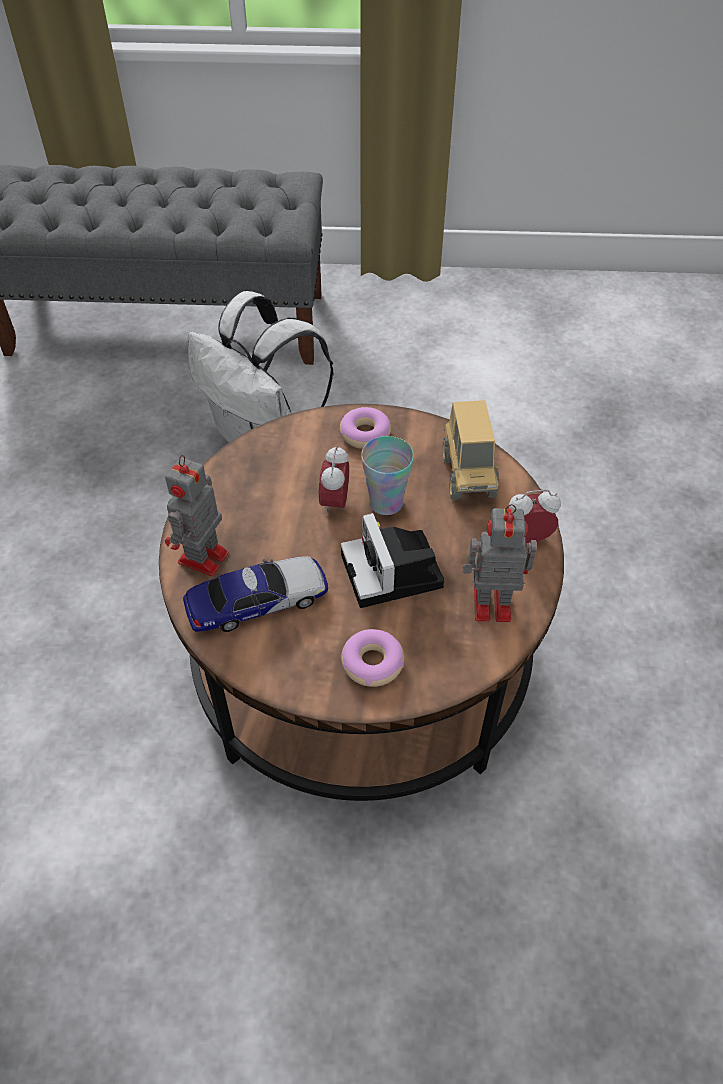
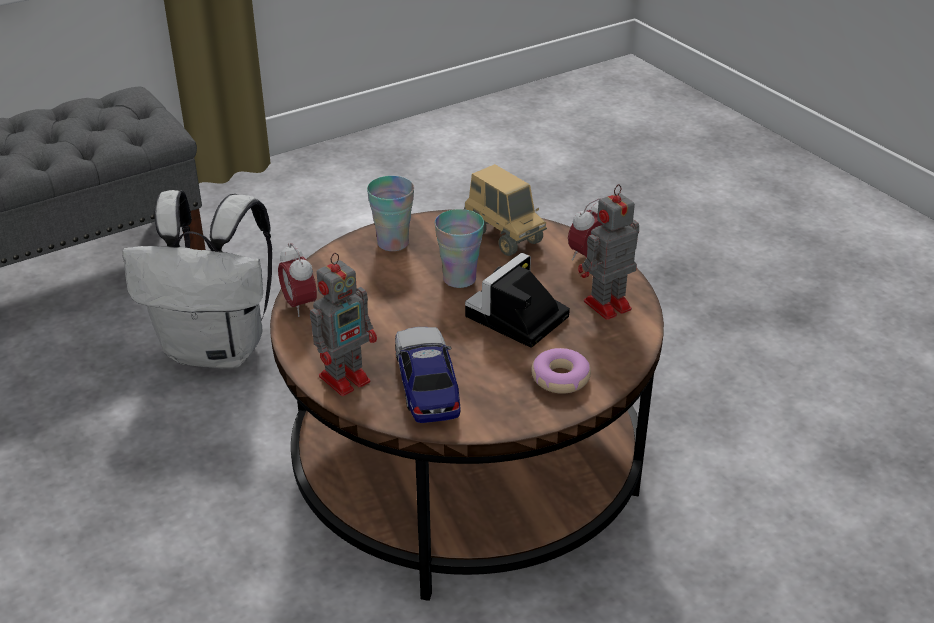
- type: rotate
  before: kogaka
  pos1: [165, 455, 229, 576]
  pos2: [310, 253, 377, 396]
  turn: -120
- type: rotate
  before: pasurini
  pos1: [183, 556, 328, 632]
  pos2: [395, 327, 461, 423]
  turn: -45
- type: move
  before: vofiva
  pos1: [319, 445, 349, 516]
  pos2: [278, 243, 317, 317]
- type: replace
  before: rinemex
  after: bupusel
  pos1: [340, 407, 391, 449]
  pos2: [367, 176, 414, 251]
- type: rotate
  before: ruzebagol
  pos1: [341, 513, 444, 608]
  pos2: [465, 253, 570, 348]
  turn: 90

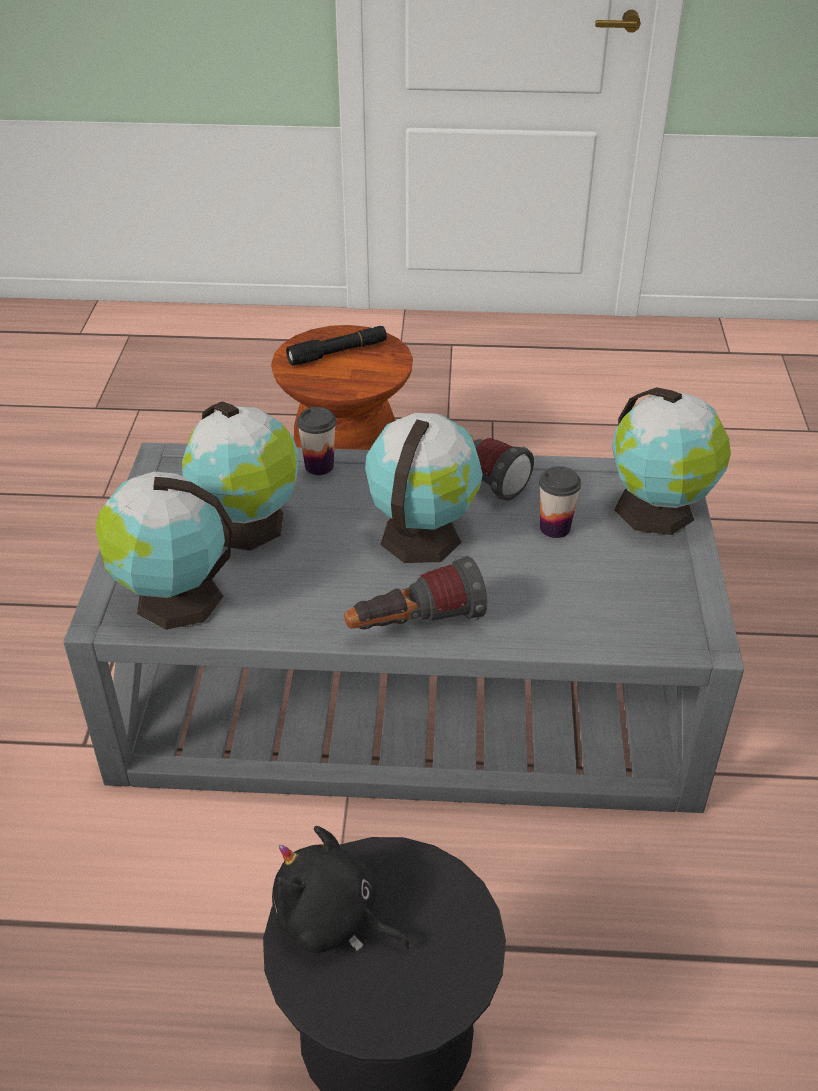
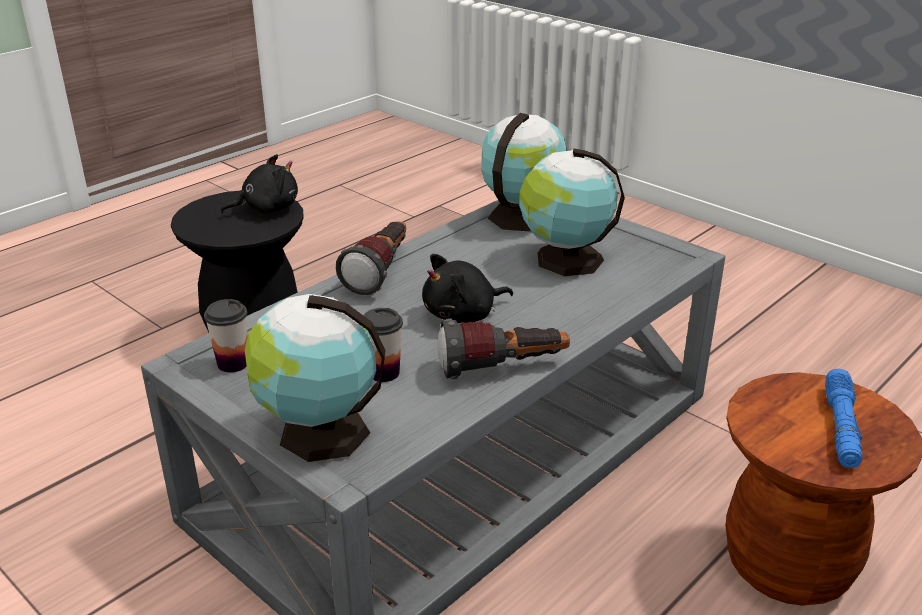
- type: recolor
  before: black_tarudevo
  after: blue_tarudevo
  pos1: [286, 326, 387, 365]
  pos2: [825, 369, 863, 468]
- type: move
  before: bupusel
  pos1: [297, 407, 336, 475]
  pos2: [204, 299, 248, 373]
- type: replace
  before: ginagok
  after: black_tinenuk
  pos1: [365, 413, 483, 563]
  pos2: [422, 254, 513, 323]

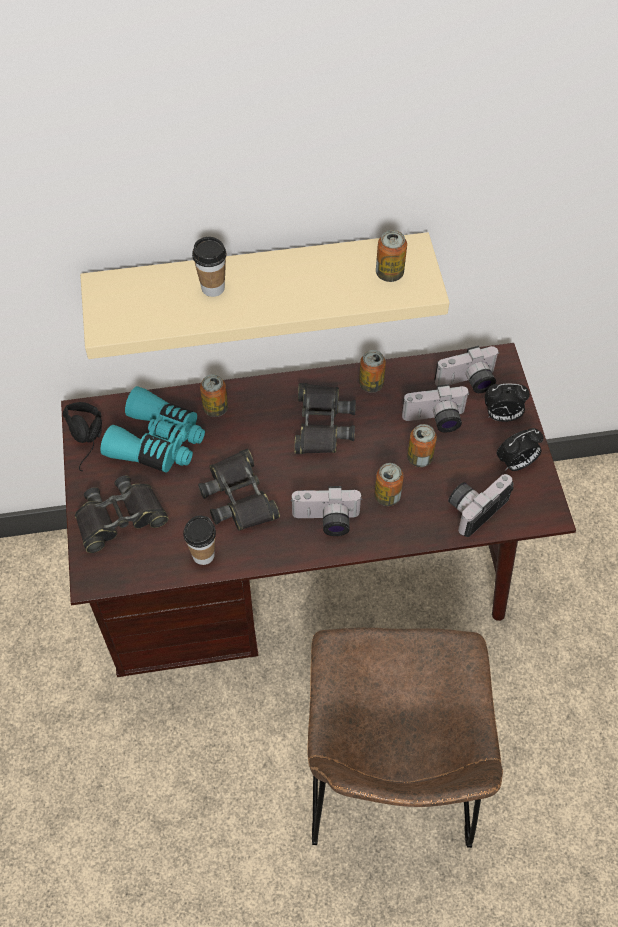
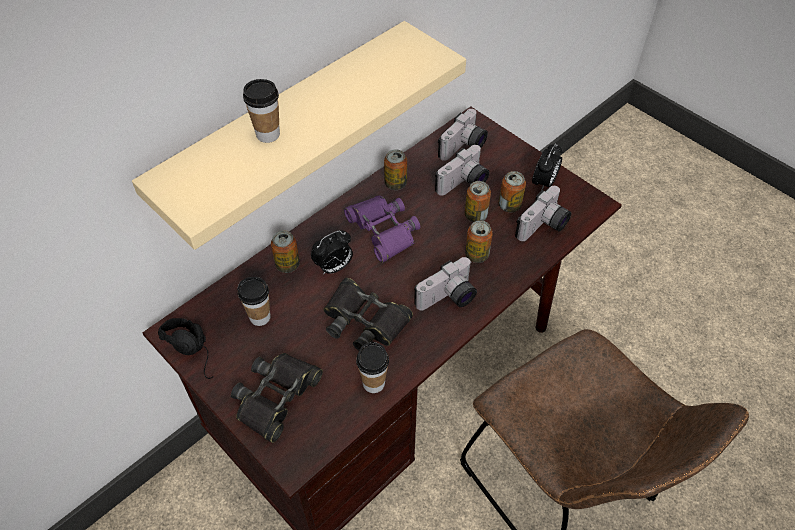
- type: replace
  before: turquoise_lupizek
  after: bupusel
  pos1: [100, 386, 205, 473]
  pos2: [237, 277, 271, 326]
- type: recolor
  before: black_lupizek
  after: purple_lupizek
  pos1: [294, 383, 356, 454]
  pos2: [344, 195, 420, 263]
- type: move
  before: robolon
  pos1: [376, 230, 407, 282]
  pos2: [499, 171, 526, 213]
- type: rotate
  before: ruzebagol
  pos1: [448, 474, 514, 537]
  pos2: [515, 186, 571, 241]
  turn: -150
- type: move
  before: vofiva
  pos1: [485, 383, 530, 422]
  pos2: [311, 230, 353, 275]

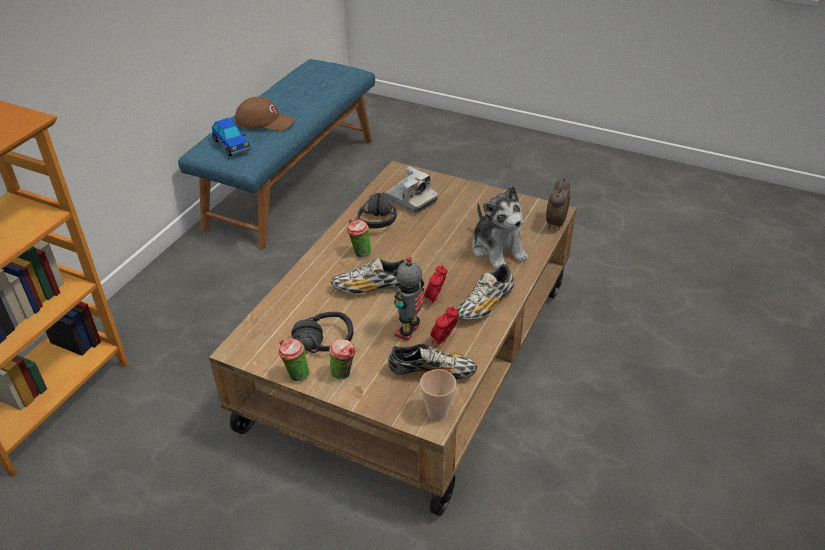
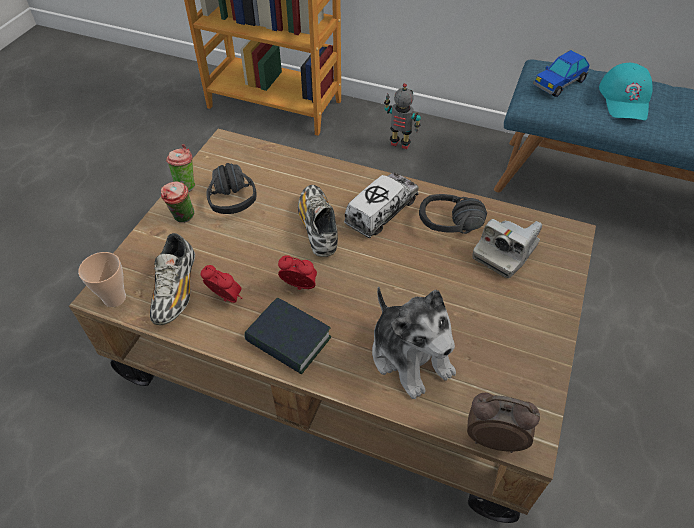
- type: recolor
  before: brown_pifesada
  after: turquoise_pifesada
  pos1: [235, 97, 295, 131]
  pos2: [599, 63, 653, 121]
- type: replace
  before: bupusel
  after: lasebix
  pos1: [347, 219, 371, 257]
  pos2: [344, 172, 419, 238]
- type: move
  before: kogaka
  pos1: [394, 256, 424, 341]
  pos2: [384, 83, 421, 149]
- type: replace
  before: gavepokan
  after: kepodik
  pos1: [456, 264, 514, 320]
  pos2: [244, 298, 331, 374]
- type: rotate
  before: tinenuk
  pos1: [472, 186, 528, 269]
  pos2: [372, 287, 456, 399]
  turn: -90

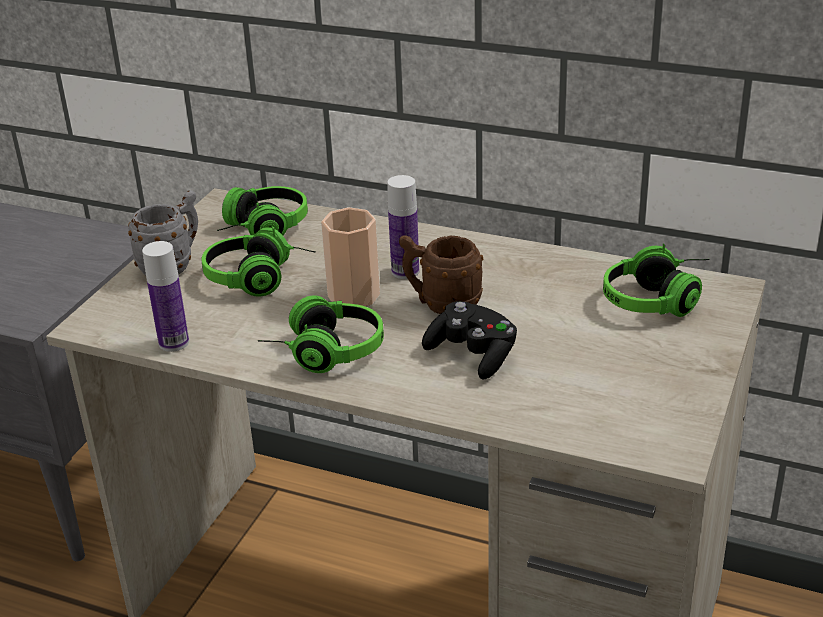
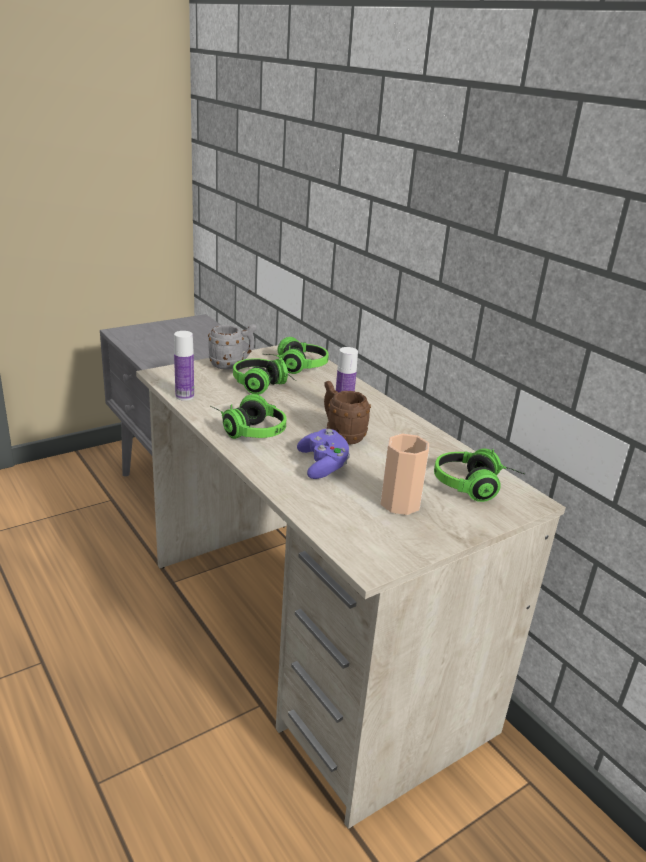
- type: move
  before: bupusel
  pos1: [321, 207, 380, 306]
  pos2: [380, 433, 429, 515]
- type: recolor
  before: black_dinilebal
  after: purple_dinilebal
  pos1: [422, 301, 517, 380]
  pos2: [297, 429, 350, 479]

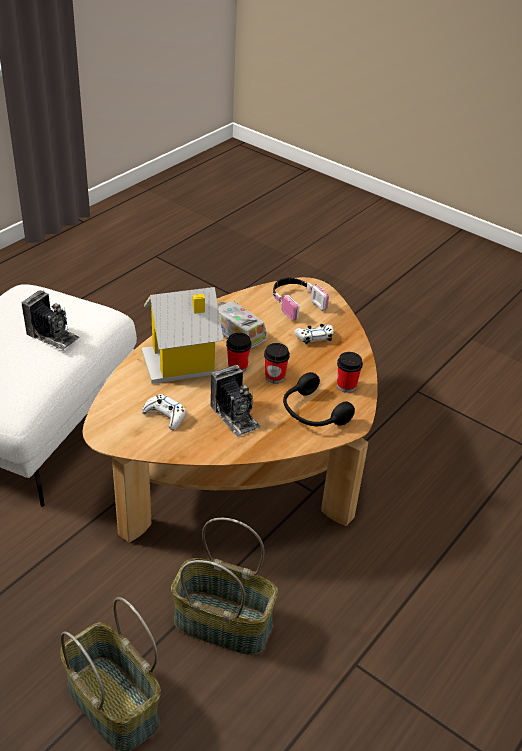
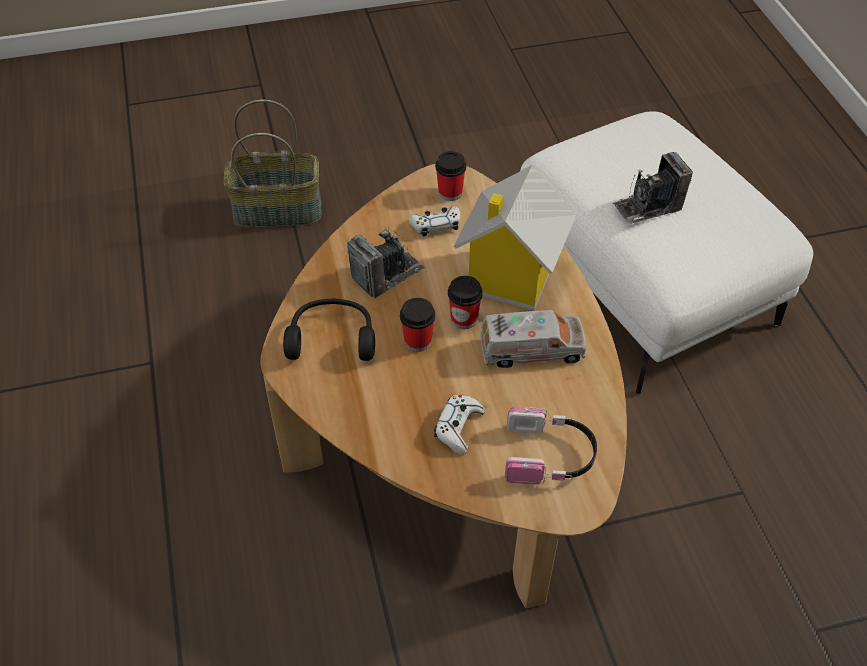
- type: delete
  before: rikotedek
  pos1: [171, 518, 278, 655]
- type: rotate
  before: ruzebagol
  pos1: [210, 365, 261, 437]
  pos2: [347, 228, 425, 298]
  turn: 135
- type: move
  before: bupusel
  pos1: [337, 352, 363, 393]
  pos2: [435, 151, 466, 201]

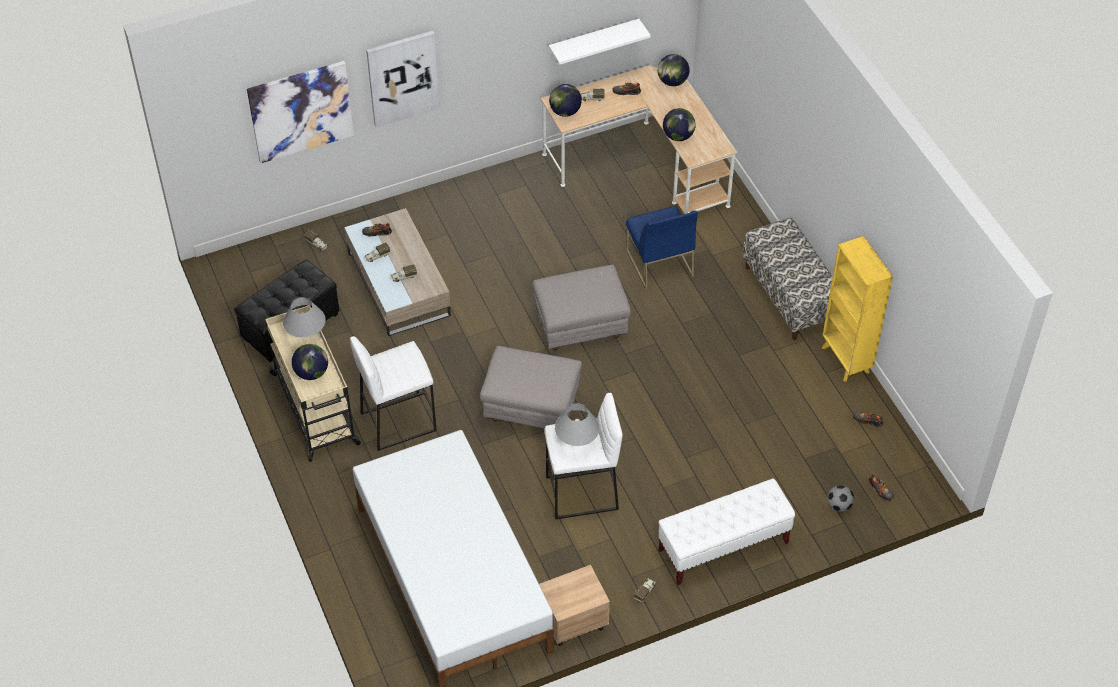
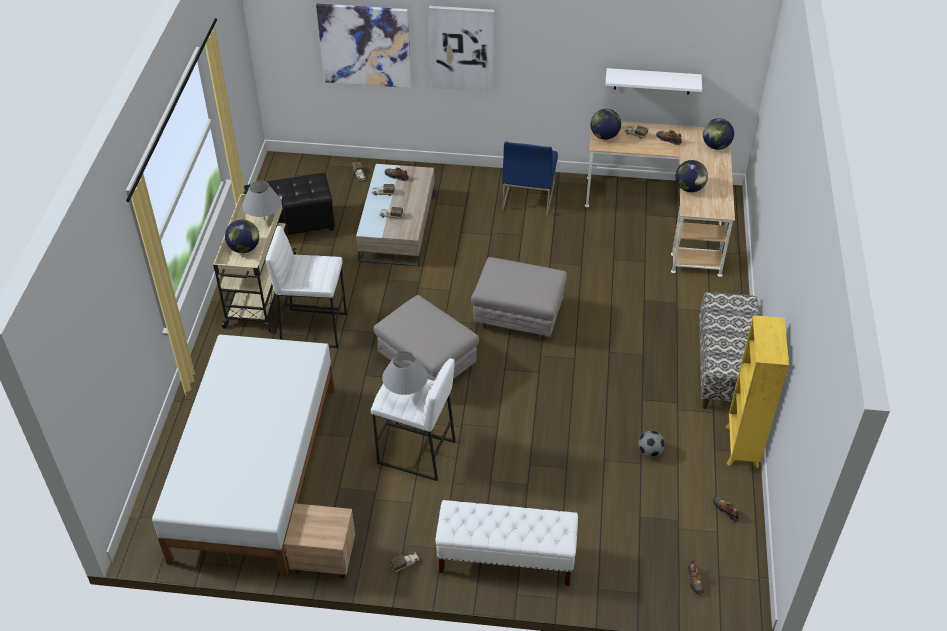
- type: move
  before: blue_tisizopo
  pos1: [626, 206, 698, 290]
  pos2: [502, 142, 558, 216]
- type: move
  before: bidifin
  pos1: [827, 485, 854, 512]
  pos2: [638, 431, 665, 457]

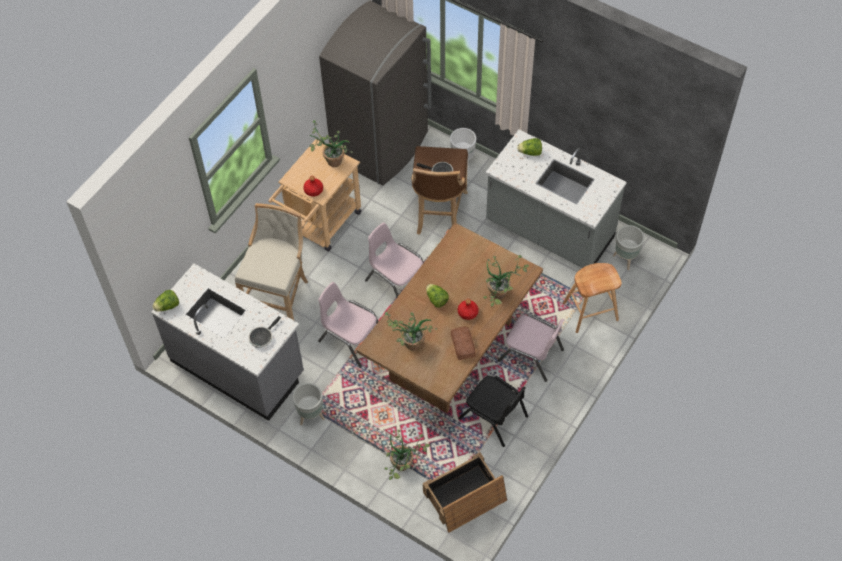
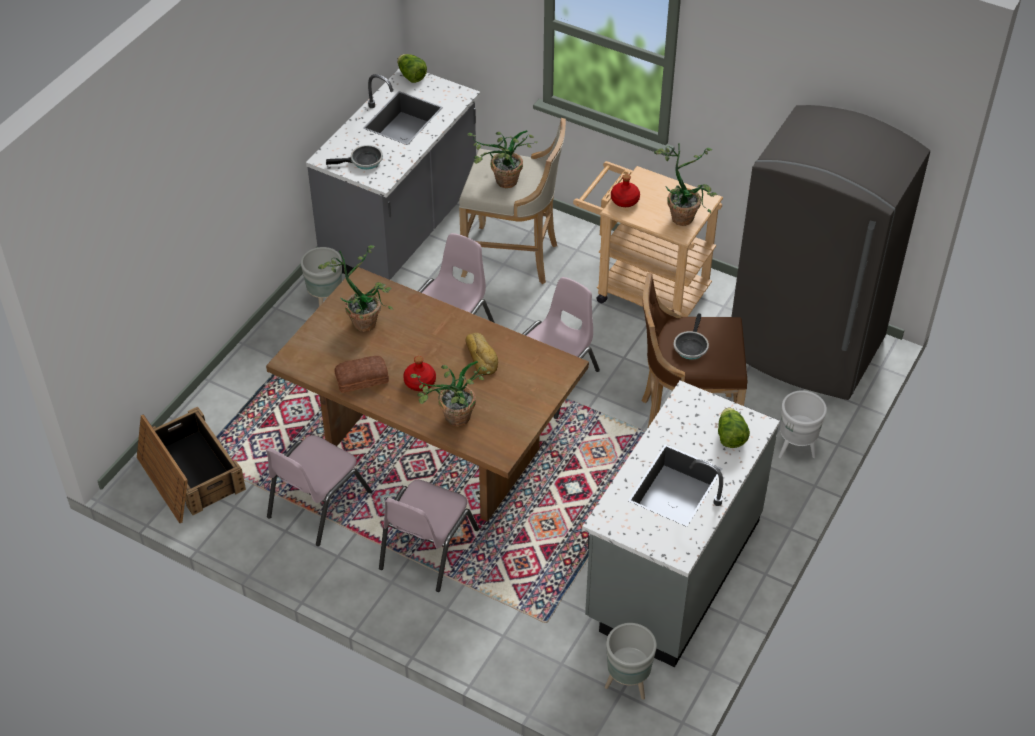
- type: rotate
  before: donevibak
  pos1: [248, 316, 281, 348]
  pos2: [326, 145, 383, 170]
  turn: 135
- type: move
  before: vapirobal
  pos1: [384, 430, 430, 480]
  pos2: [467, 130, 537, 188]
- type: delete
  before: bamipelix
  pos1: [426, 284, 449, 308]
- type: recolor
  before: black_tisizopo
  after: pink_tisizopo
  pos1: [458, 376, 528, 447]
  pos2: [266, 435, 372, 546]
- type: delete
  before: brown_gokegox
  pos1: [563, 263, 622, 333]
- type: insert
  after: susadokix
  pos2: [466, 333, 498, 375]

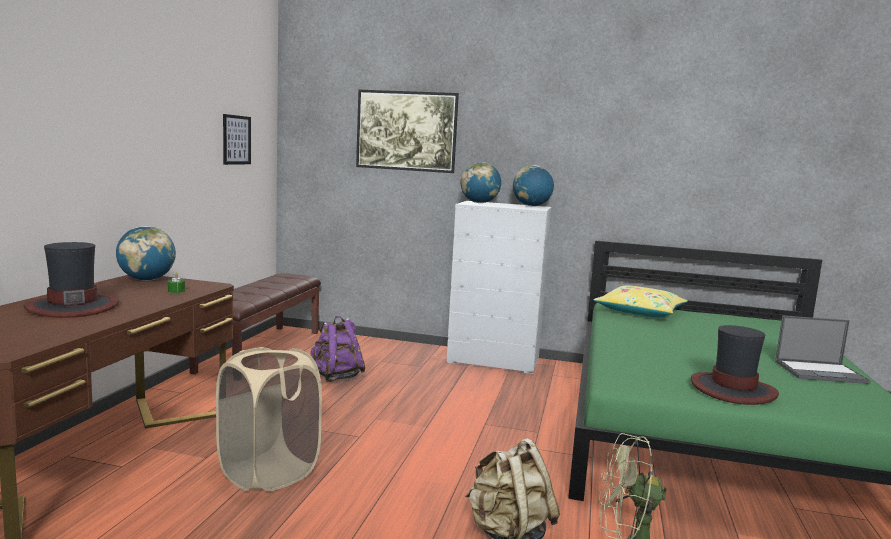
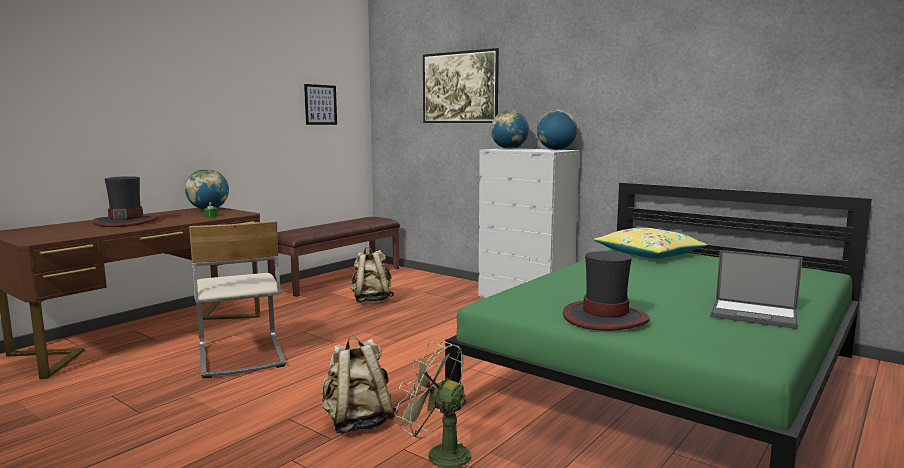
- type: replace
  before: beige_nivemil
  after: beige_tisizopo
  pos1: [216, 347, 322, 491]
  pos2: [189, 221, 286, 378]
- type: recolor
  before: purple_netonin
  after: beige_netonin
  pos1: [310, 316, 366, 382]
  pos2: [351, 247, 394, 303]

